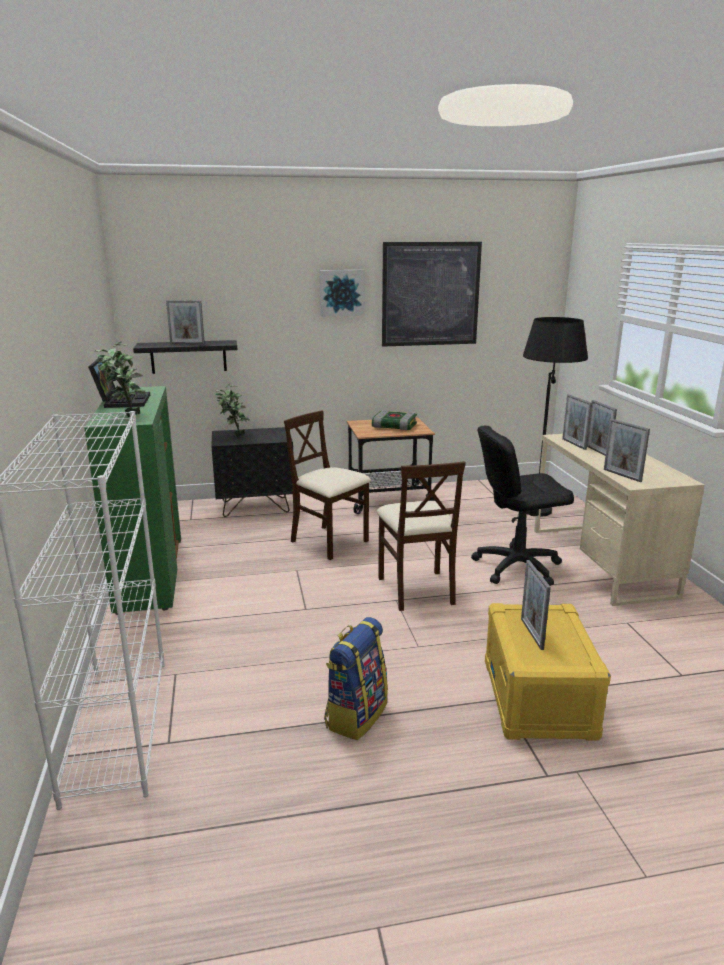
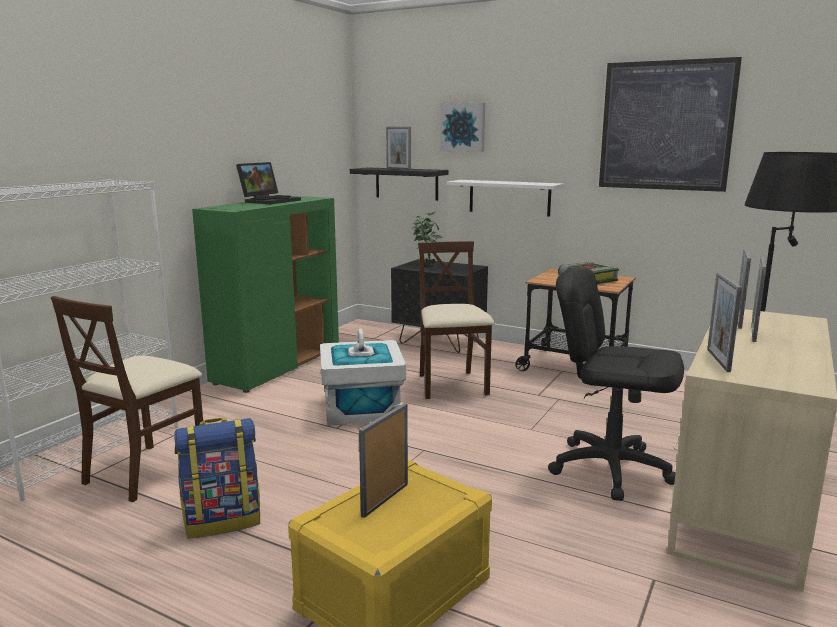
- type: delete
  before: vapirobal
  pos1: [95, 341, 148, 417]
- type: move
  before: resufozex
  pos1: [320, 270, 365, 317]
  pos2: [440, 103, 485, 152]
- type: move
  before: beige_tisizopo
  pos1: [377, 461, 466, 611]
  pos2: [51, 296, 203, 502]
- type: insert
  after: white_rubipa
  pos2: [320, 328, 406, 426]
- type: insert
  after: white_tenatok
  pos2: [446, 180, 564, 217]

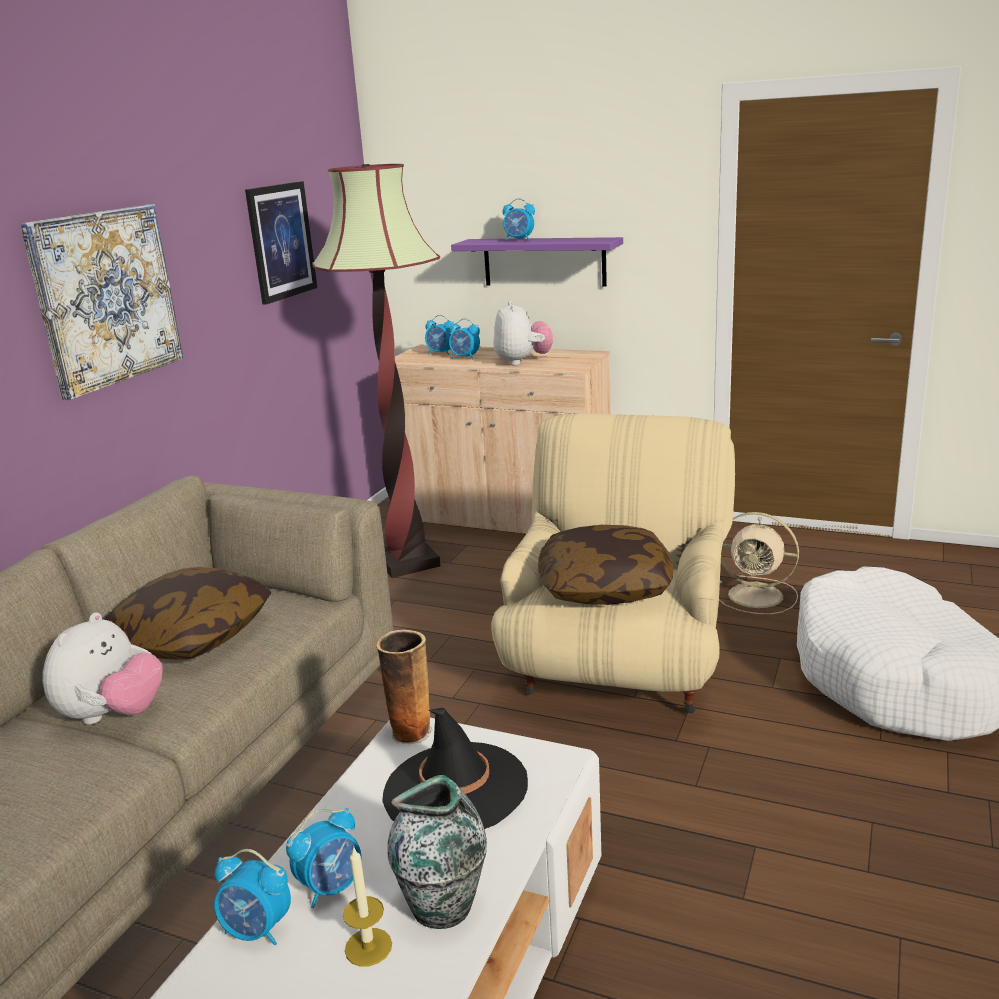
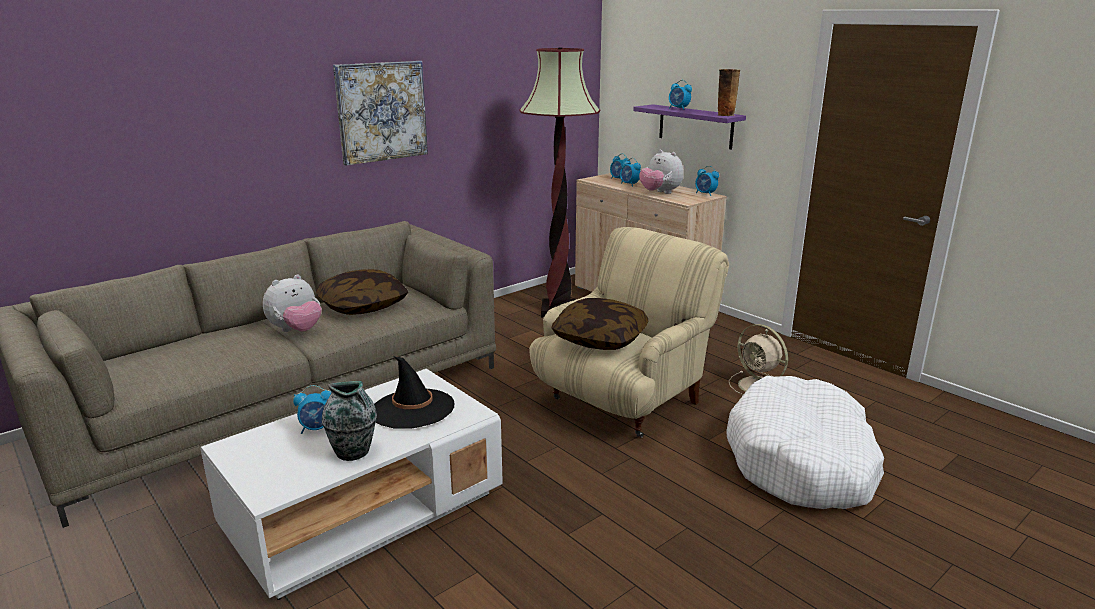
- type: move
  before: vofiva
  pos1: [214, 849, 291, 945]
  pos2: [695, 166, 719, 196]
- type: delete
  before: resufozex
  pos1: [245, 181, 317, 304]
- type: delete
  before: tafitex
  pos1: [343, 848, 392, 967]
- type: move
  before: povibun
  pos1: [376, 630, 432, 744]
  pos2: [718, 69, 740, 116]
- type: rotate
  before: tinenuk
  pos1: [493, 301, 553, 366]
  pos2: [639, 149, 684, 194]
  turn: 120

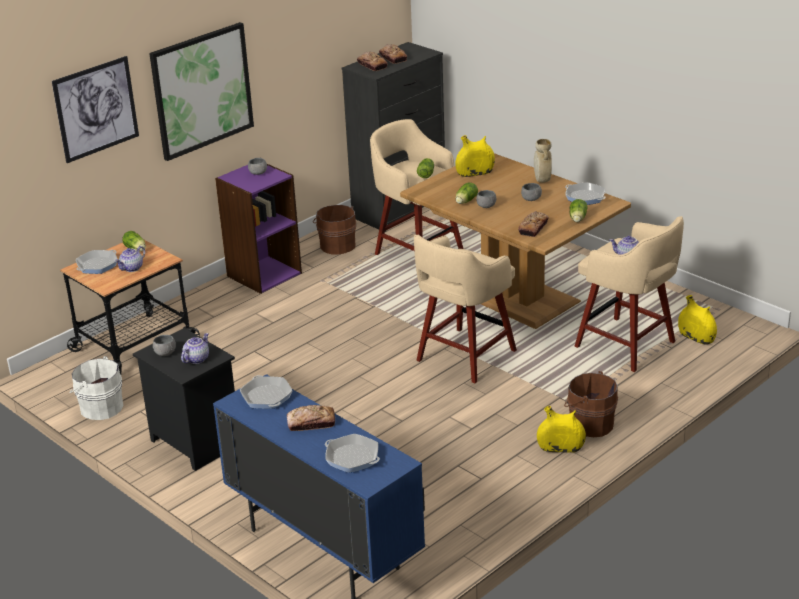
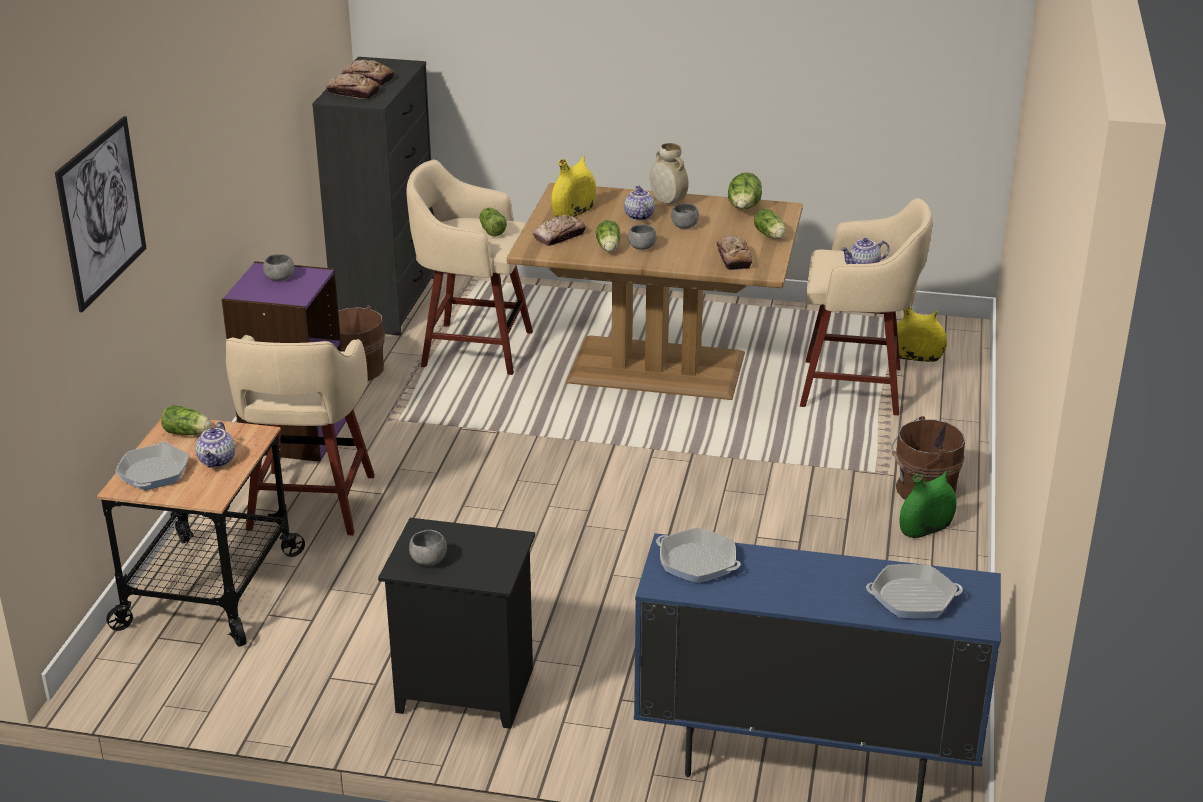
- type: delete
  before: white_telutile
  pos1: [69, 356, 123, 420]
- type: delete
  before: resufozex
  pos1: [149, 22, 254, 161]
- type: move
  before: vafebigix
  pos1: [181, 333, 209, 364]
  pos2: [624, 186, 655, 220]
- type: move
  before: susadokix
  pos1: [287, 405, 335, 431]
  pos2: [533, 215, 586, 246]
- type: move
  before: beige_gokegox
  pos1: [414, 235, 517, 384]
  pos2: [226, 335, 375, 535]
- type: recolor
  before: yellow_povibun
  after: green_povibun
  pos1: [537, 406, 586, 453]
  pos2: [899, 471, 957, 538]
- type: replace
  before: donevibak
  after: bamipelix
  pos1: [565, 182, 606, 205]
  pos2: [728, 172, 762, 209]

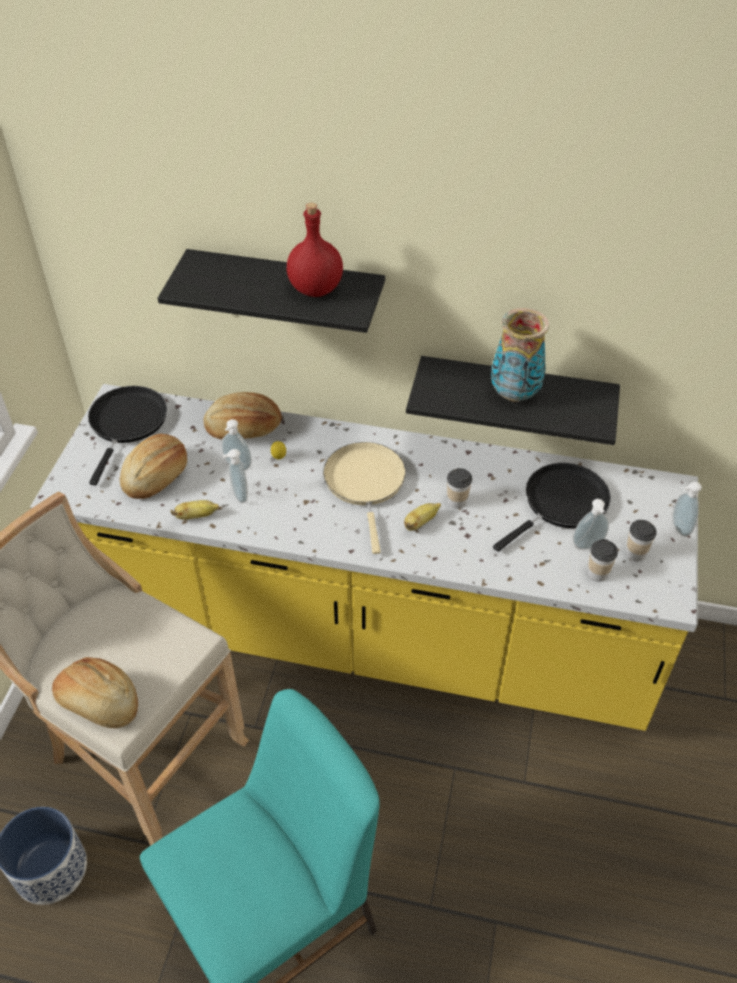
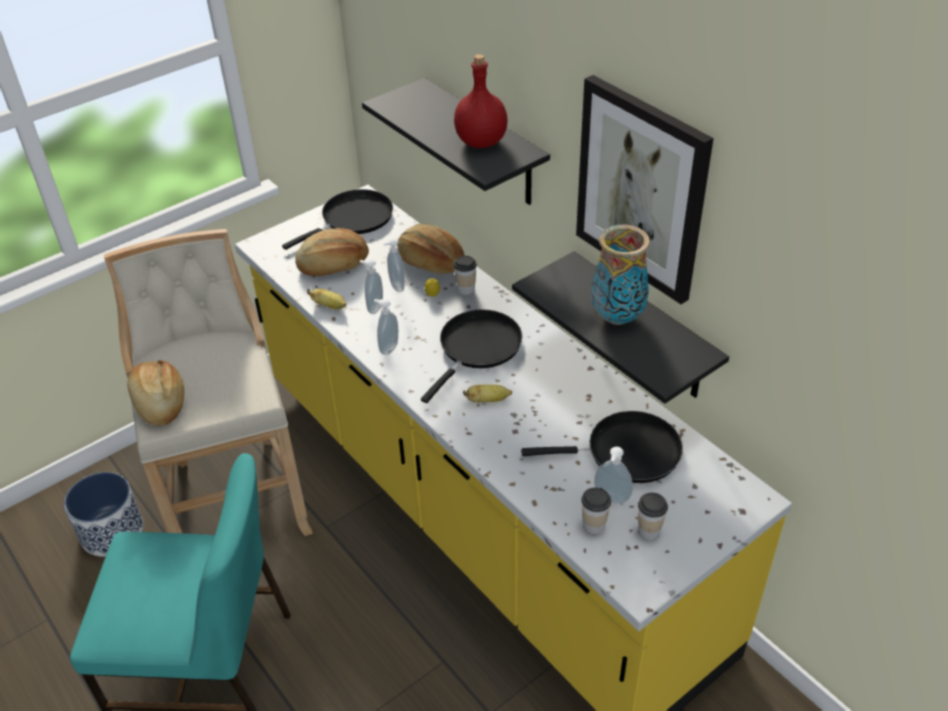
- type: recolor
  before: beige_donevibak
  after: black_donevibak
  pos1: [323, 442, 406, 554]
  pos2: [421, 309, 523, 403]
- type: move
  before: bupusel
  pos1: [447, 468, 472, 509]
  pos2: [454, 255, 477, 295]
- type: move
  before: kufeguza
  pos1: [672, 482, 702, 537]
  pos2: [374, 299, 398, 355]
- type: insert
  after: resufozex
  pos2: [576, 75, 714, 304]

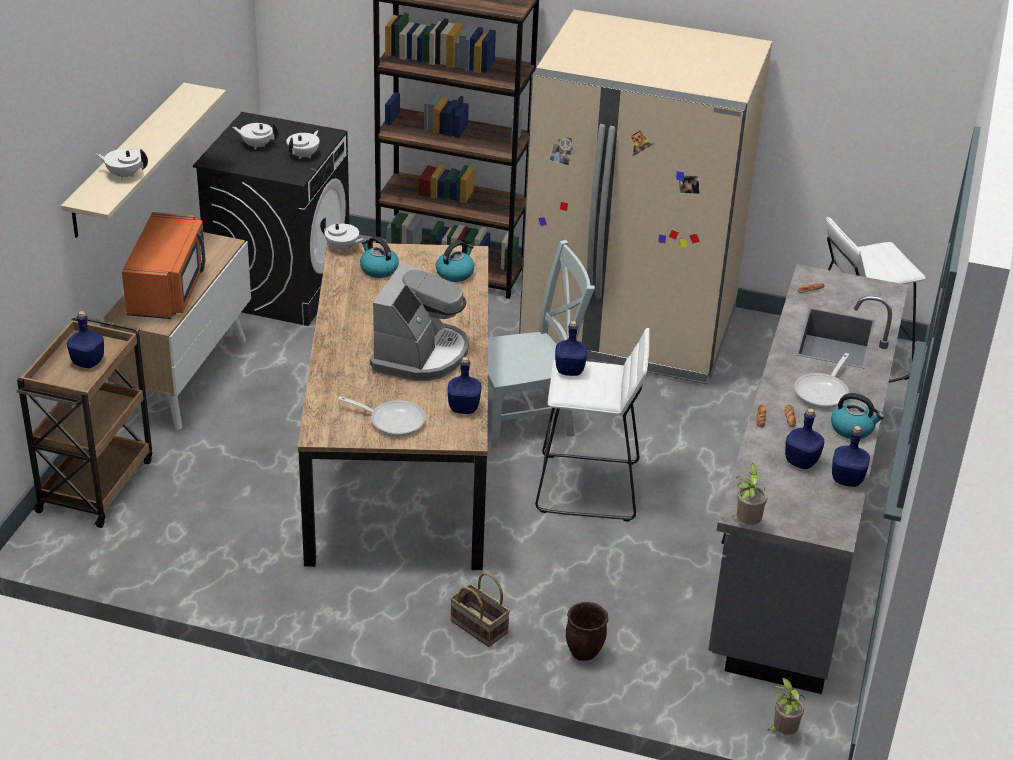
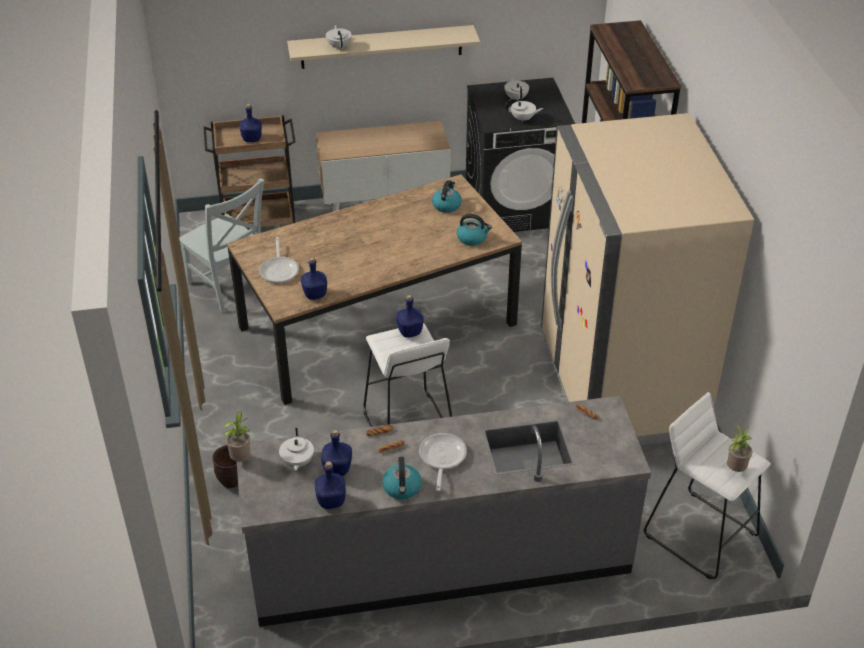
- type: delete
  before: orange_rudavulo
  pos1: [122, 212, 206, 319]
- type: move
  before: white_vafebigix
  pos1: [320, 217, 366, 252]
  pos2: [279, 428, 314, 471]
- type: delete
  before: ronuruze
  pos1: [370, 262, 469, 381]
- type: delete
  before: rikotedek
  pos1: [450, 573, 510, 647]
- type: move
  before: grey_tisizopo
  pos1: [488, 240, 595, 448]
  pos2: [179, 178, 264, 313]
- type: move
  before: vapirobal
  pos1: [768, 677, 805, 735]
  pos2: [727, 424, 753, 472]
- type: rotate
  before: donevibak
  pos1: [794, 353, 849, 408]
  pos2: [419, 433, 467, 491]
  turn: 90

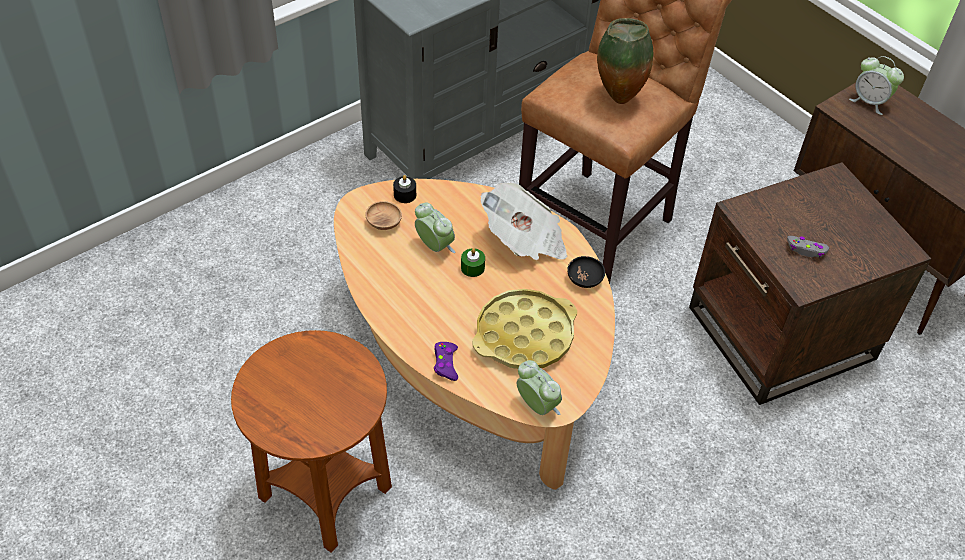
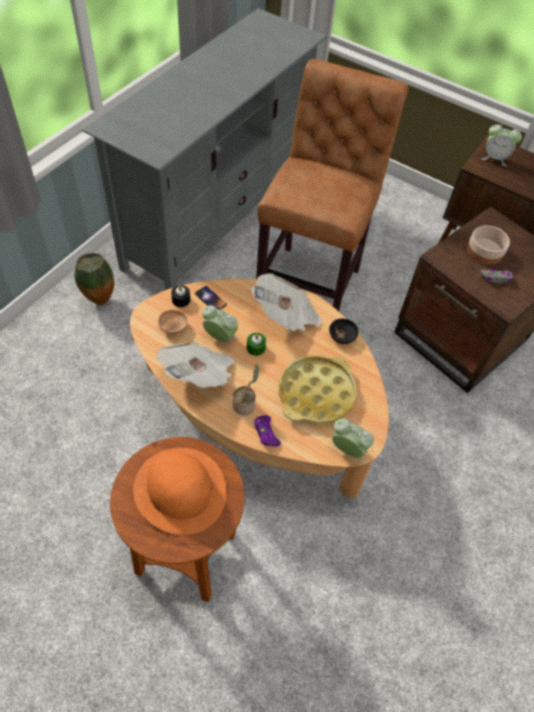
- type: move
  before: povibun
  pos1: [597, 18, 653, 104]
  pos2: [74, 253, 114, 305]
- type: insert
  after: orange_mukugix
  pos2: [133, 448, 227, 535]
- type: insert
  after: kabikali
  pos2: [156, 342, 235, 388]
- type: insert
  after: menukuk
  pos2: [195, 286, 227, 310]
- type: insert
  after: vapirobal
  pos2: [233, 364, 259, 415]
- type: insert
  after: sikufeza
  pos2: [467, 225, 510, 265]

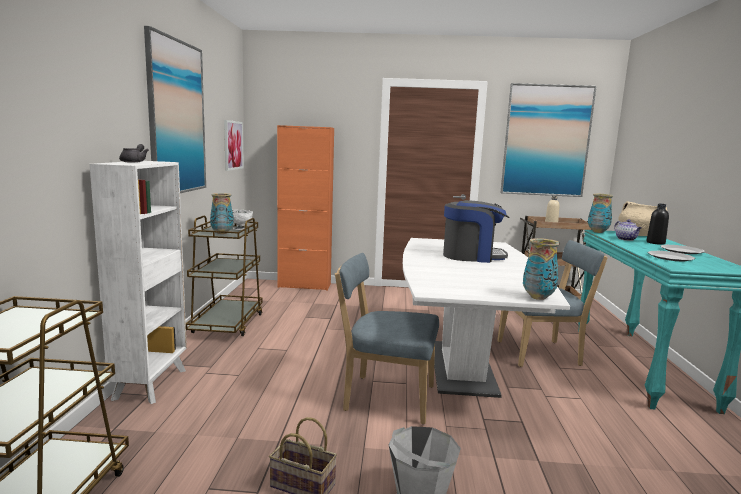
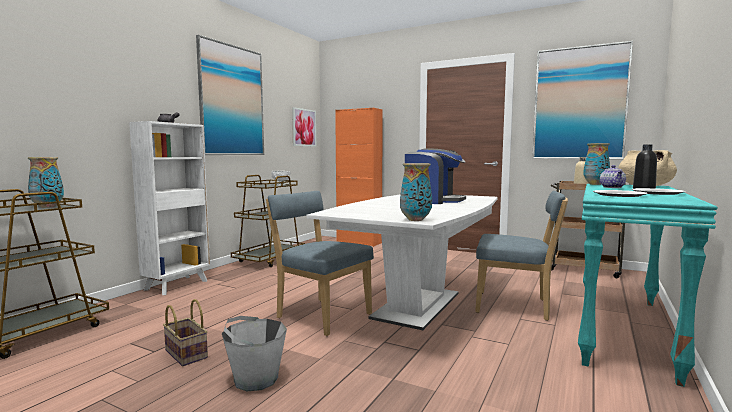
- type: move
  before: povibun
  pos1: [210, 193, 234, 234]
  pos2: [28, 157, 64, 208]

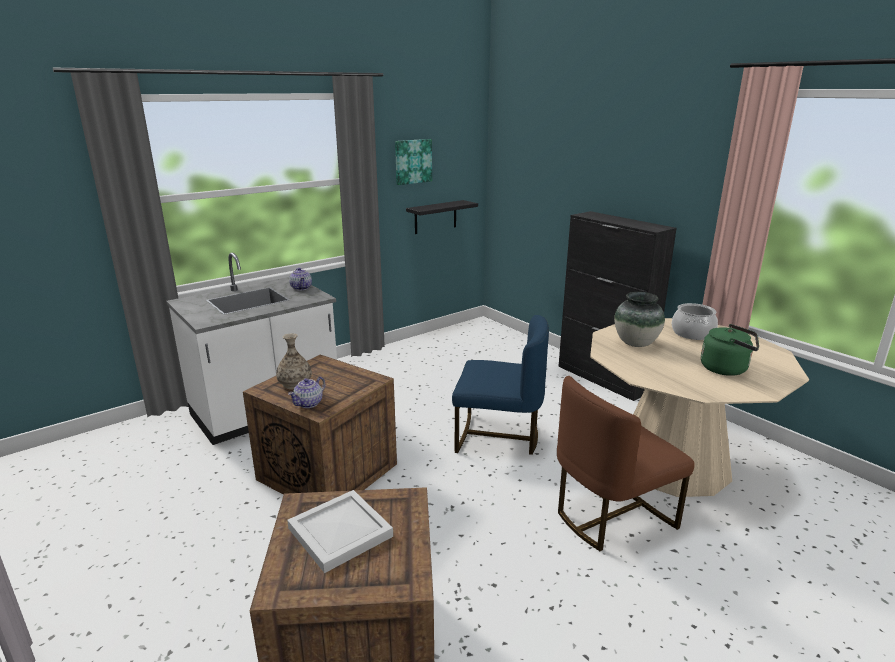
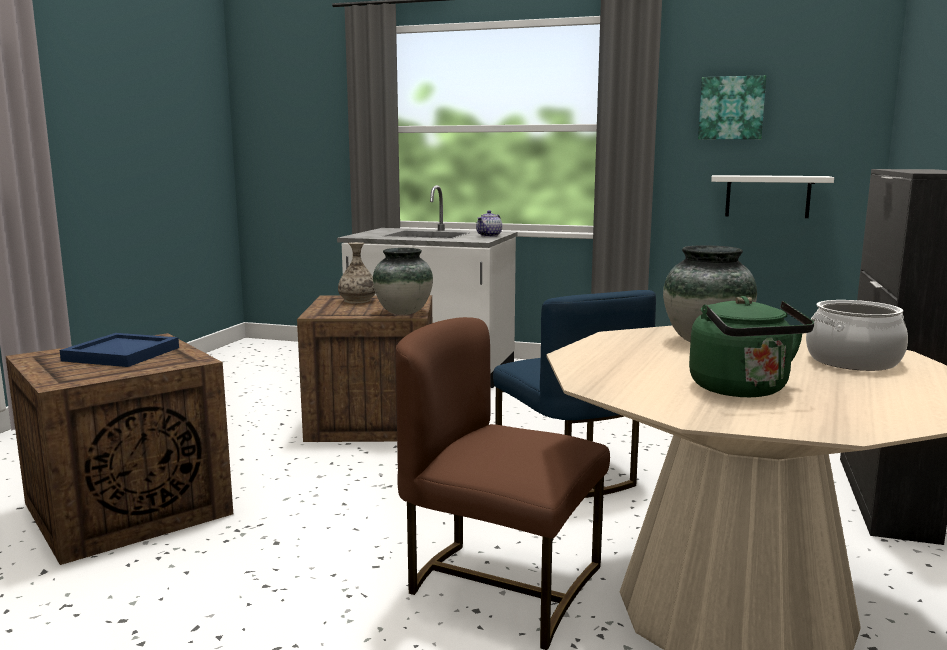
- type: recolor
  before: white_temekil
  after: blue_temekil
  pos1: [287, 490, 393, 573]
  pos2: [60, 333, 179, 367]
- type: delete
  before: vafebigix
  pos1: [288, 377, 326, 408]
- type: recolor
  before: black_tenatok
  after: white_tenatok
  pos1: [406, 200, 478, 234]
  pos2: [711, 175, 834, 218]
- type: insert
  after: povibun
  pos2: [373, 248, 433, 315]

